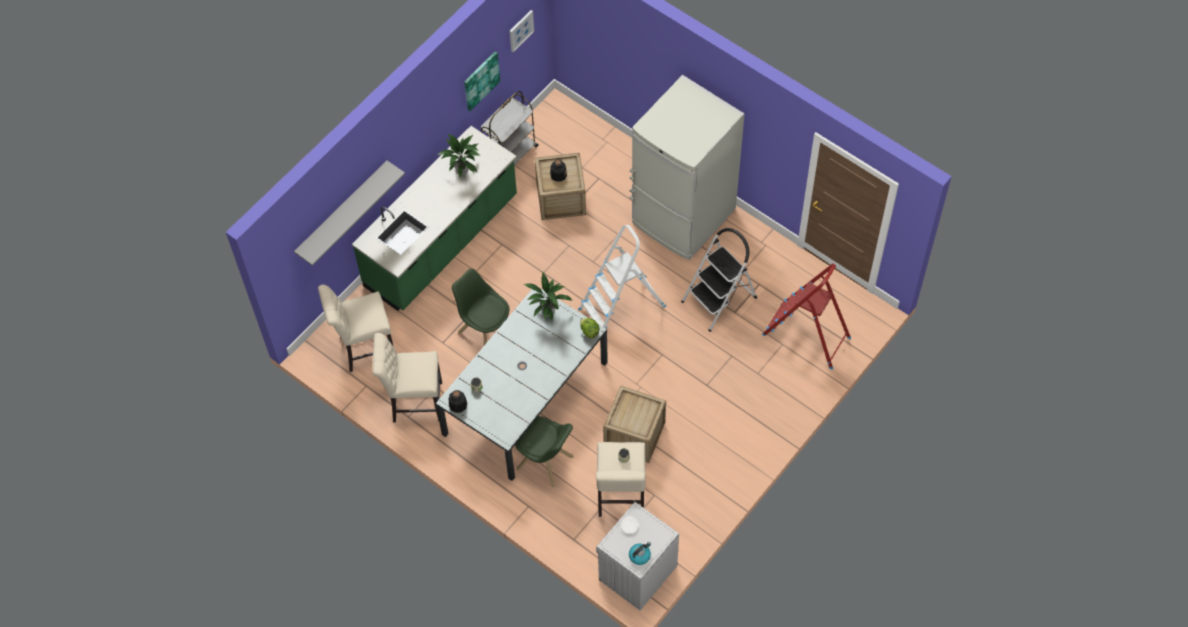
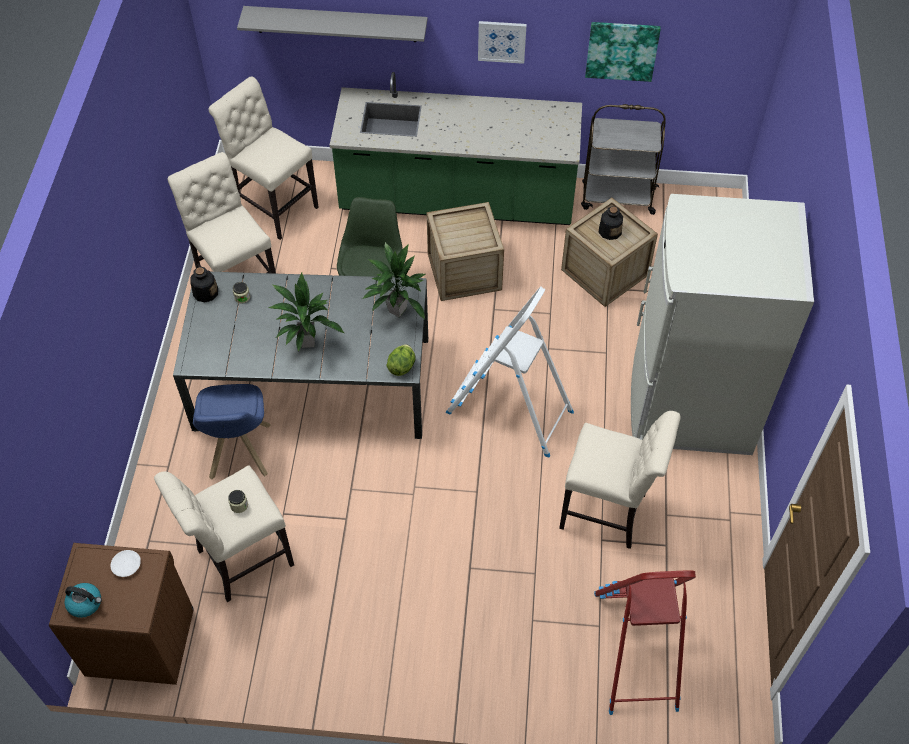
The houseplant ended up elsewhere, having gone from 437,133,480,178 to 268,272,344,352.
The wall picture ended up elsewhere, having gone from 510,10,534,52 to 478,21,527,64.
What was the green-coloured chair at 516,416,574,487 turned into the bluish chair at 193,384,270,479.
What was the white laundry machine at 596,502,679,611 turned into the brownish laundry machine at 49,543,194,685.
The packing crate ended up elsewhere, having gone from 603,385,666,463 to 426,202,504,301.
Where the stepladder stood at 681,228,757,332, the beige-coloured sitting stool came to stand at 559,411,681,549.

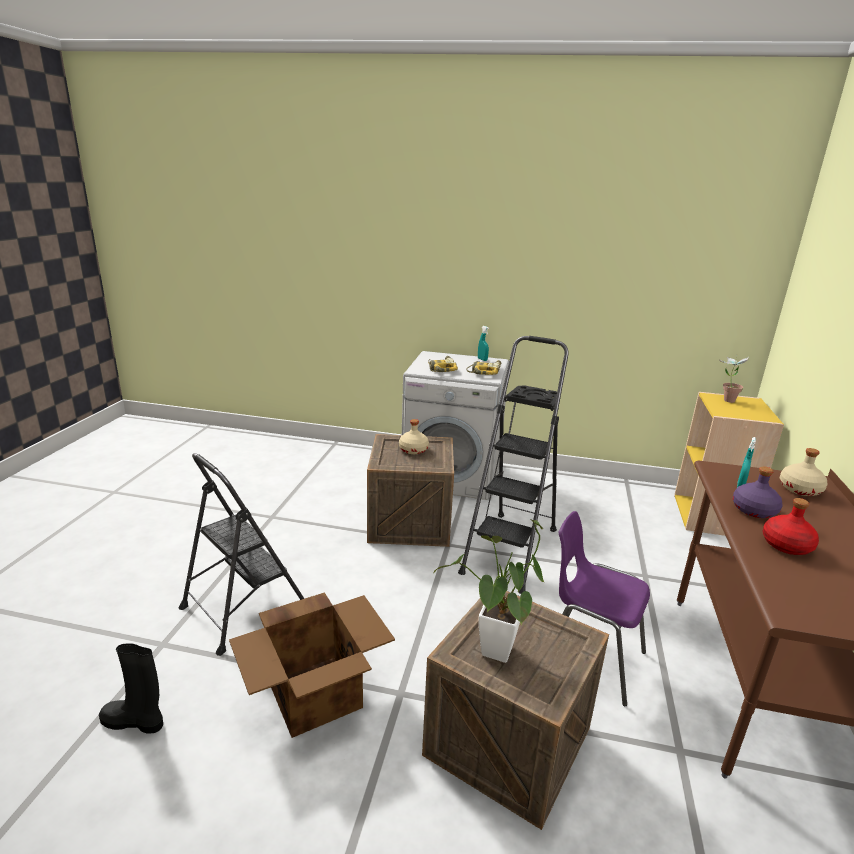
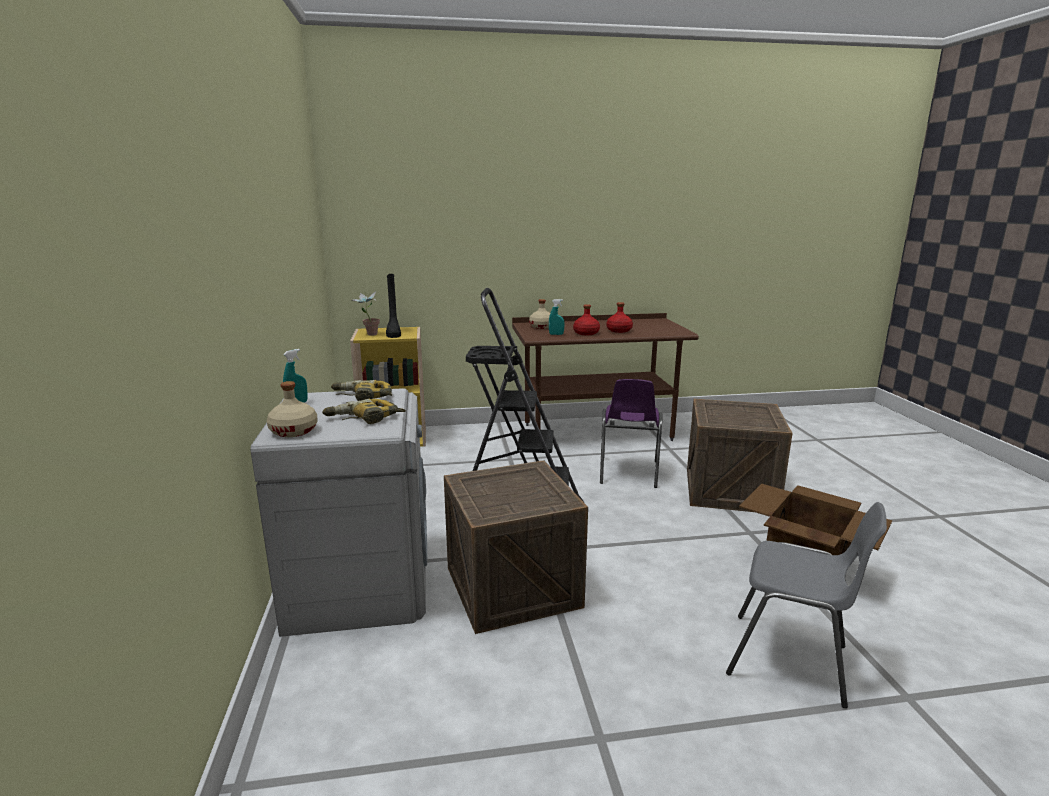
The black-coloured high-top boot ended up elsewhere, having gone from 99,643,163,734 to 386,274,401,338.
Where the black-coloured stepladder stood at 179,453,305,656, the gray chair came to stand at 726,502,887,708.
The beige-coloured beverage bottle ended up elsewhere, having gone from 399,419,429,454 to 267,381,318,437.
The second view lost the houseplant at 433,519,544,663.
What was the purplish beverage bottle at 733,467,783,518 turned into the red-coloured beverage bottle at 573,304,600,335.

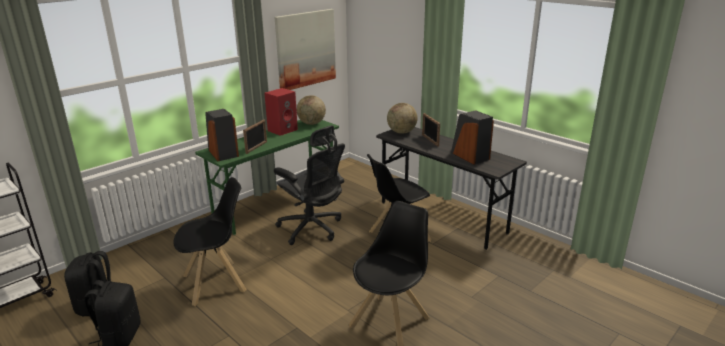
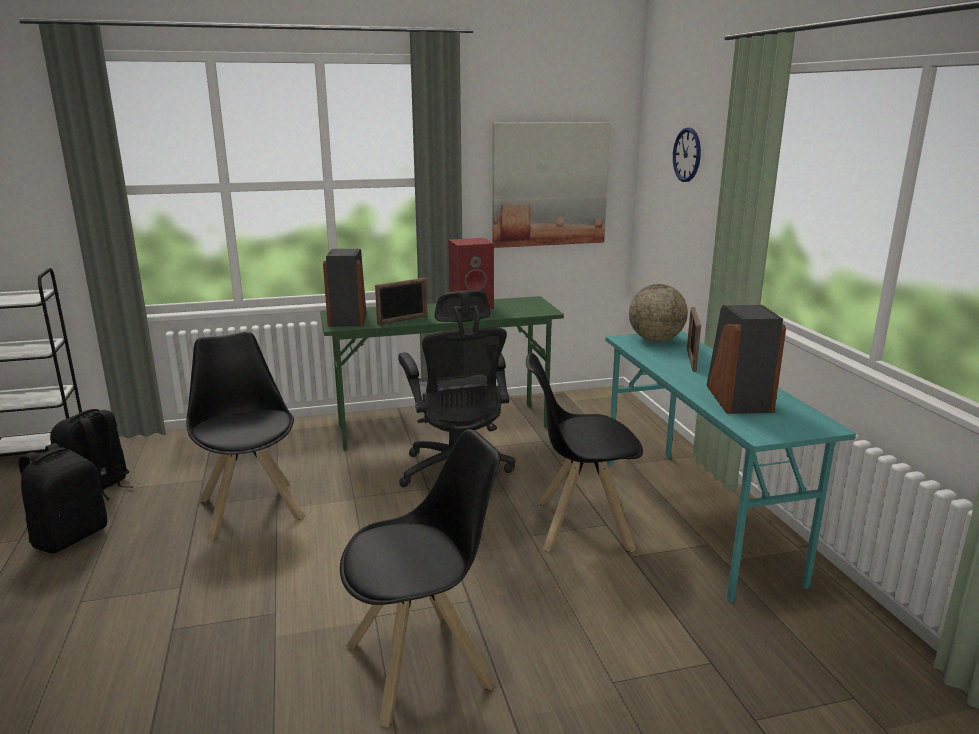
The black-coloured chair at 173,177,247,306 ended up facing another way, 120 degrees counterclockwise from before.
The second view lost the world globe at 297,95,326,125.
What was the gray desk at 376,127,527,250 turned into the turquoise desk at 605,331,856,602.
The second view gained the hanging clock at 673,127,701,182.

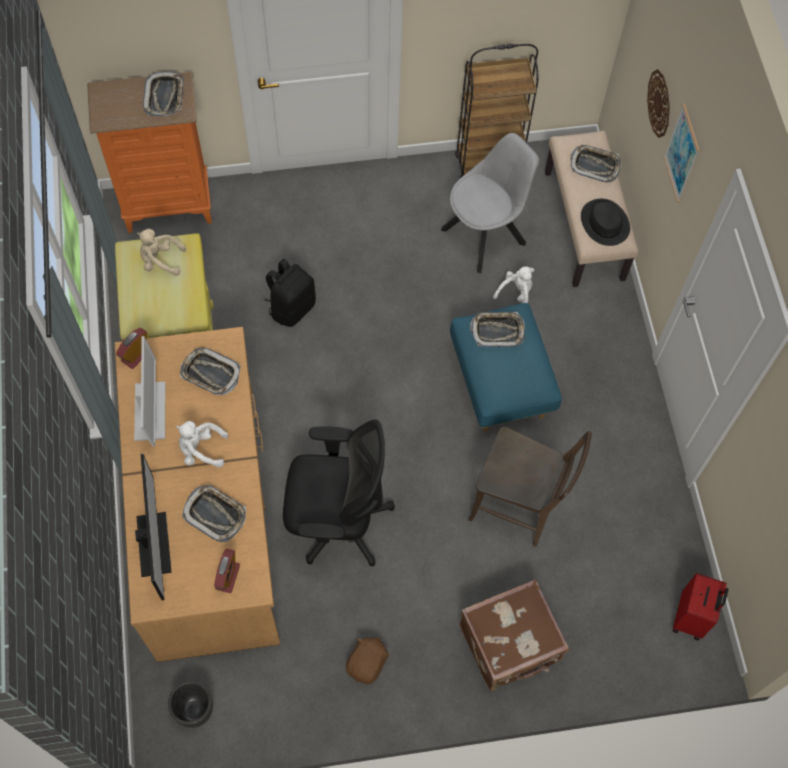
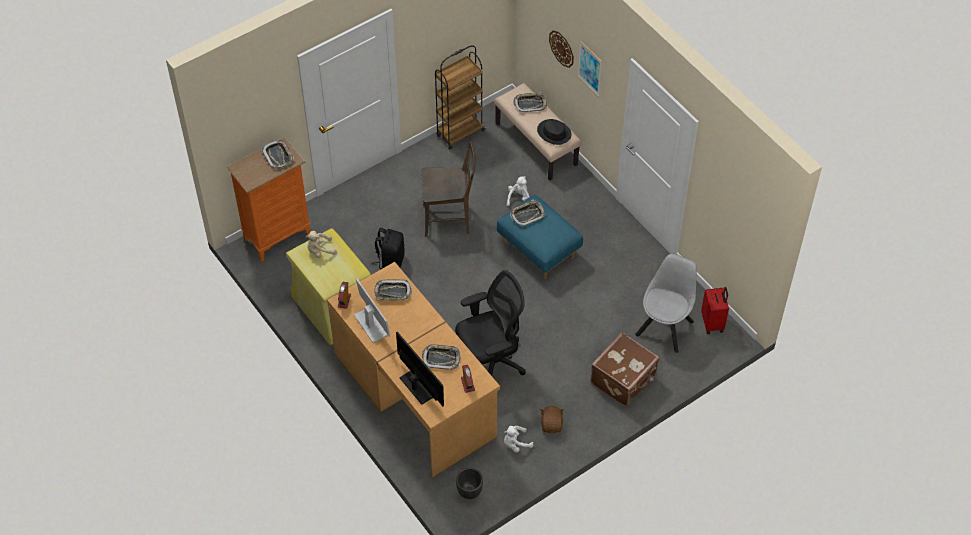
The white cuddly toy ended up elsewhere, having gone from 176,421,228,468 to 504,426,533,453.
The gray chair ended up elsewhere, having gone from 441,133,539,273 to 635,254,697,353.
The brownish chair ended up elsewhere, having gone from 468,427,592,547 to 421,141,476,236.

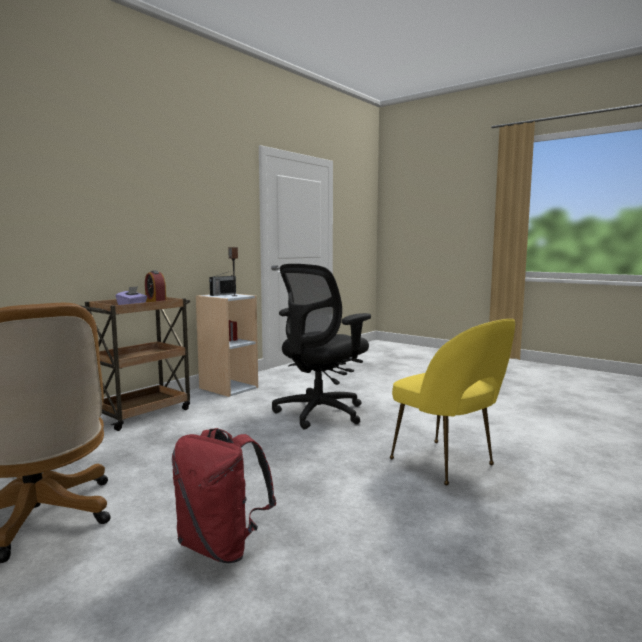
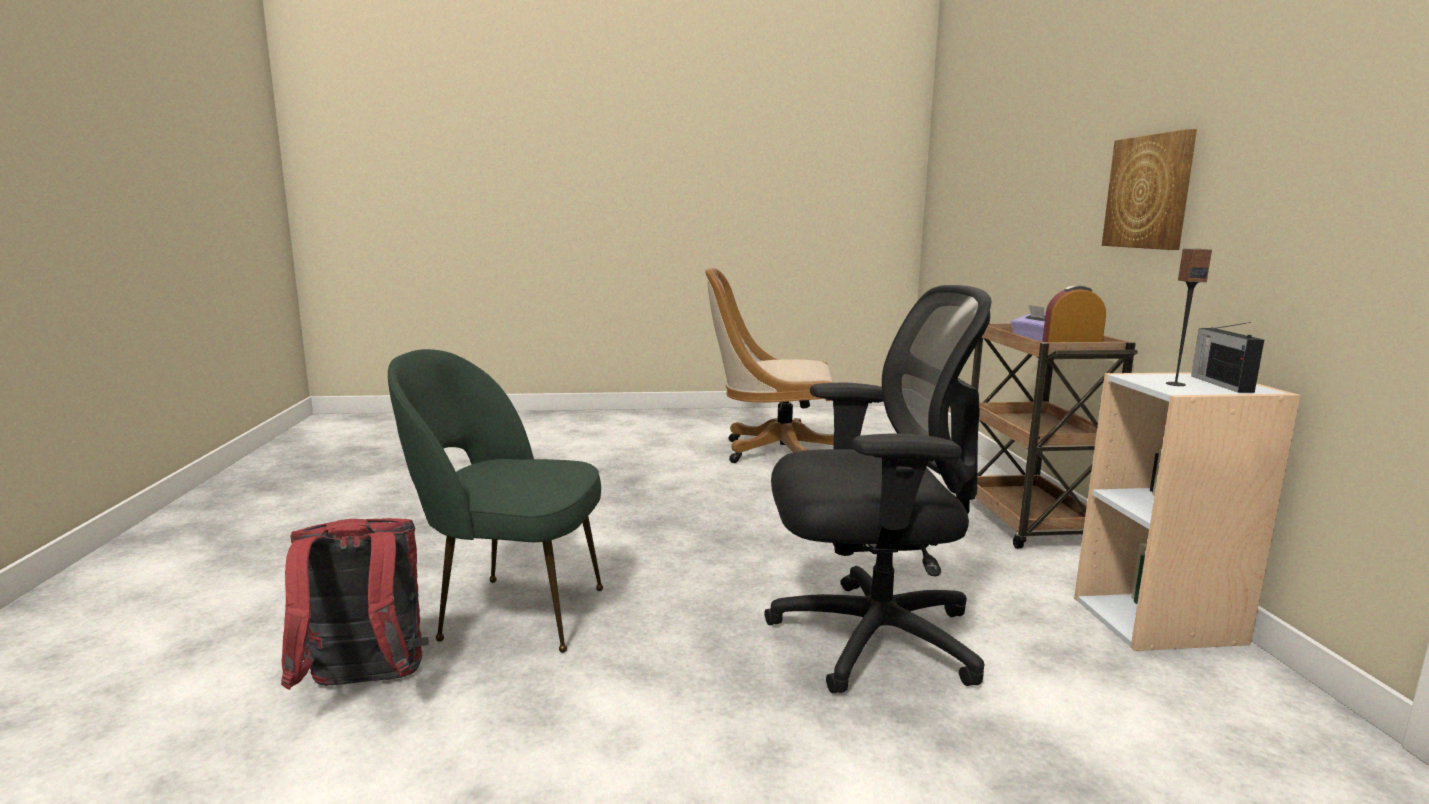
The red-coloured rucksack ended up elsewhere, having gone from 172,428,276,563 to 281,518,428,690.
The black-coloured computer chair at 272,264,371,430 ended up facing another way, 90 degrees clockwise from before.
What was the yellowish chair at 390,319,515,486 turned into the green-coloured chair at 388,349,603,653.
The second view gained the wall picture at 1102,129,1197,250.

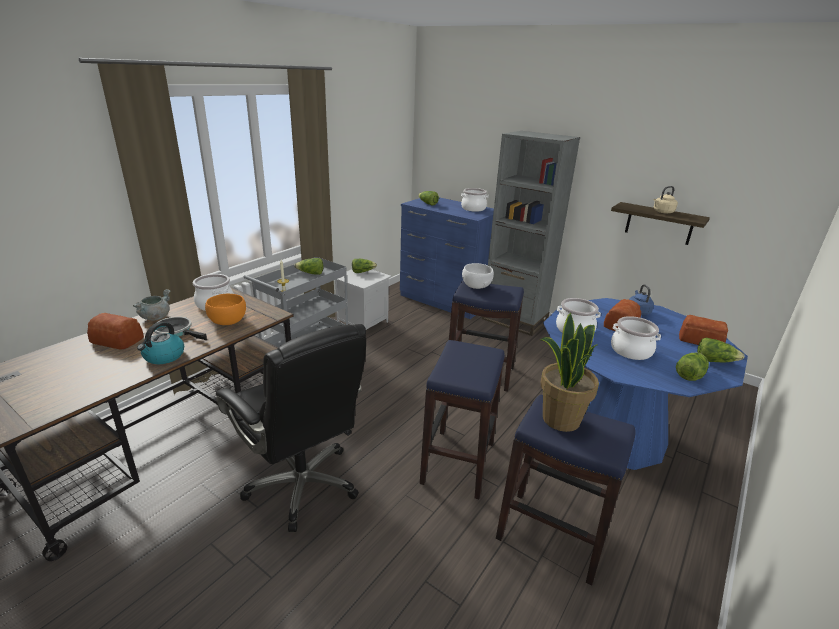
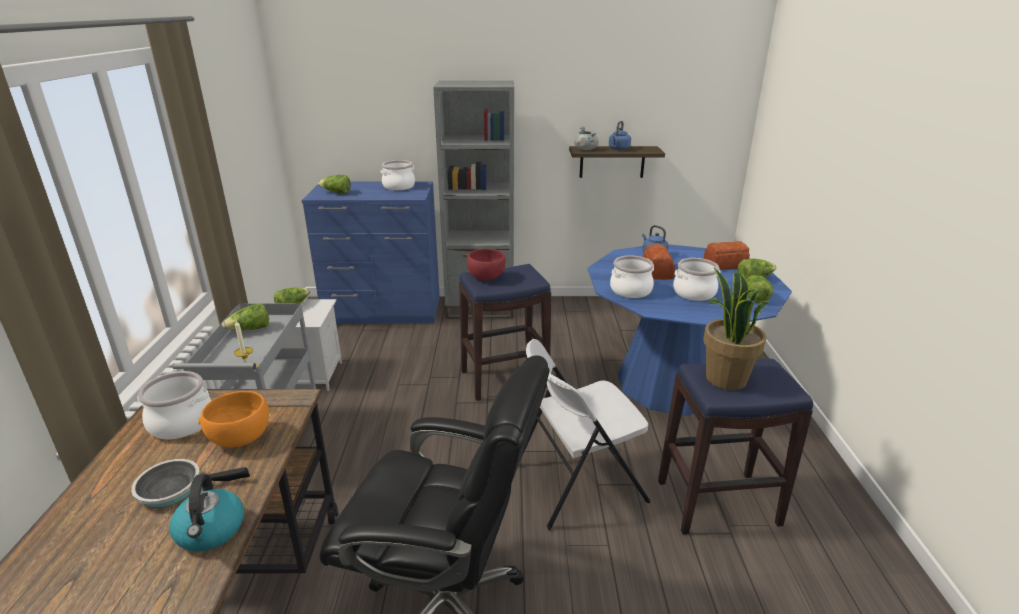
The second view lost the baked bread at 87,313,144,349.
The gray stockpot ended up elsewhere, having gone from 133,289,171,320 to 574,126,598,150.
Where the sitting stool stood at 420,340,505,499, the white chair came to stand at 518,339,650,531.
What was the white bowl at 462,263,494,289 turned into the red-coloured bowl at 467,249,506,281.
What was the beige-coloured water kettle at 654,186,678,214 turned into the bluish water kettle at 609,121,631,150.

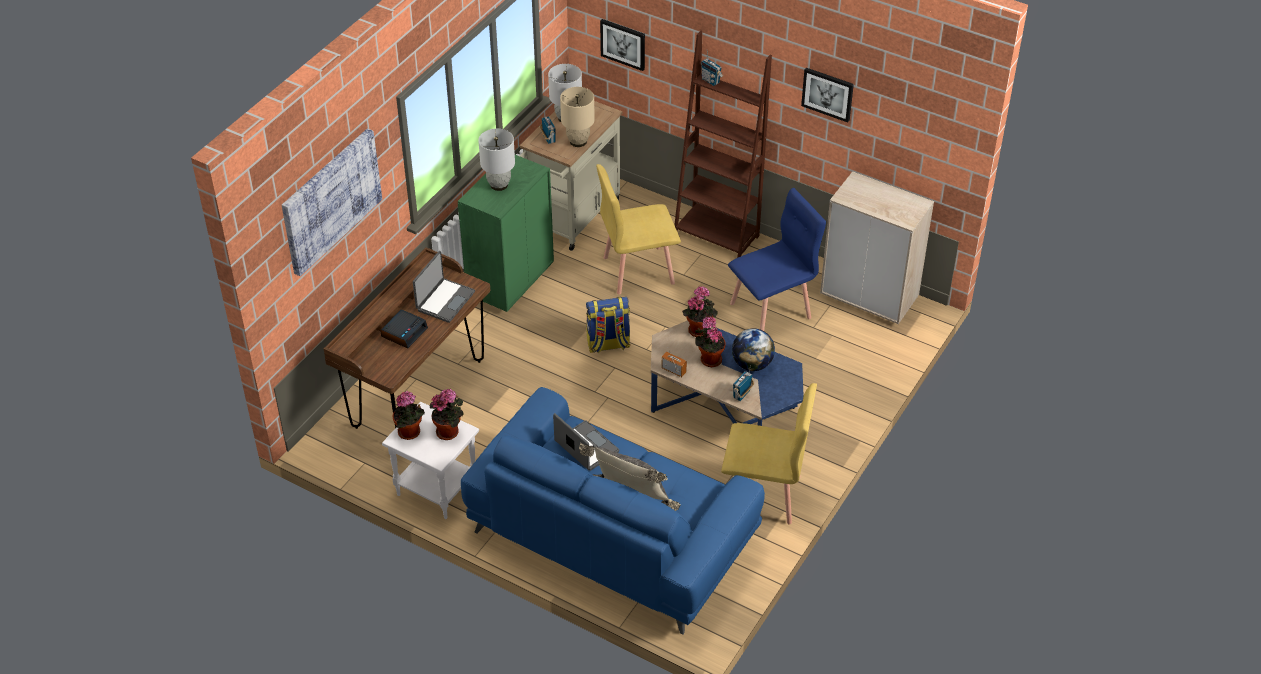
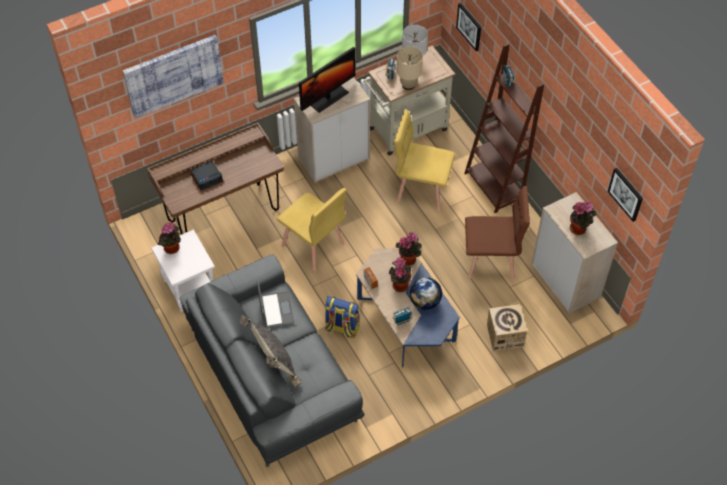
The second view lost the portable computer at 413,251,475,323.
The houseplant ended up elsewhere, having gone from 430,389,464,440 to 570,201,596,235.
What was the green-coloured cupboard at 458,155,554,312 turned into the beige-coloured cupboard at 294,77,370,183.
What was the bluish sofa at 461,387,765,635 turned into the gray sofa at 180,255,365,467.
Where the white table lamp stood at 478,129,515,191, the computer screen came to stand at 299,47,355,113.
The rucksack ended up elsewhere, having gone from 586,297,631,353 to 325,296,360,338.
The yellowish chair ended up elsewhere, having gone from 721,383,817,525 to 277,188,347,271.
What was the bluish chair at 728,188,826,331 turned into the brownish chair at 465,186,530,280.
The wall picture ended up elsewhere, having gone from 801,68,854,122 to 608,168,643,222.
The second view gained the packing box at 487,304,527,351.

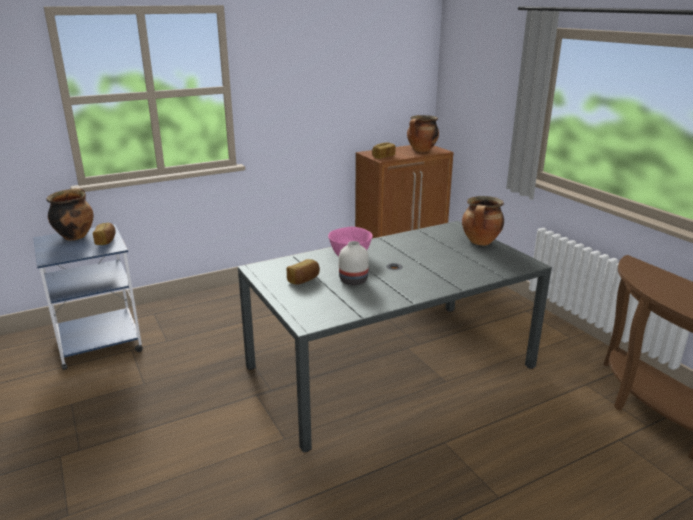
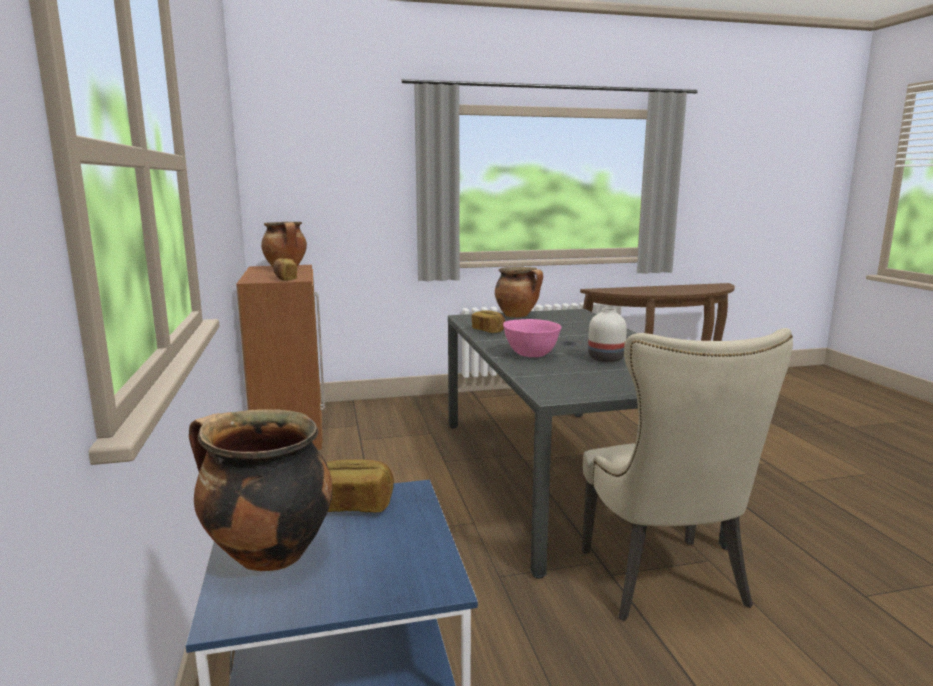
The baked bread ended up elsewhere, having gone from 287,259,320,285 to 472,310,505,333.
The second view gained the beige-coloured chair at 582,328,793,621.

